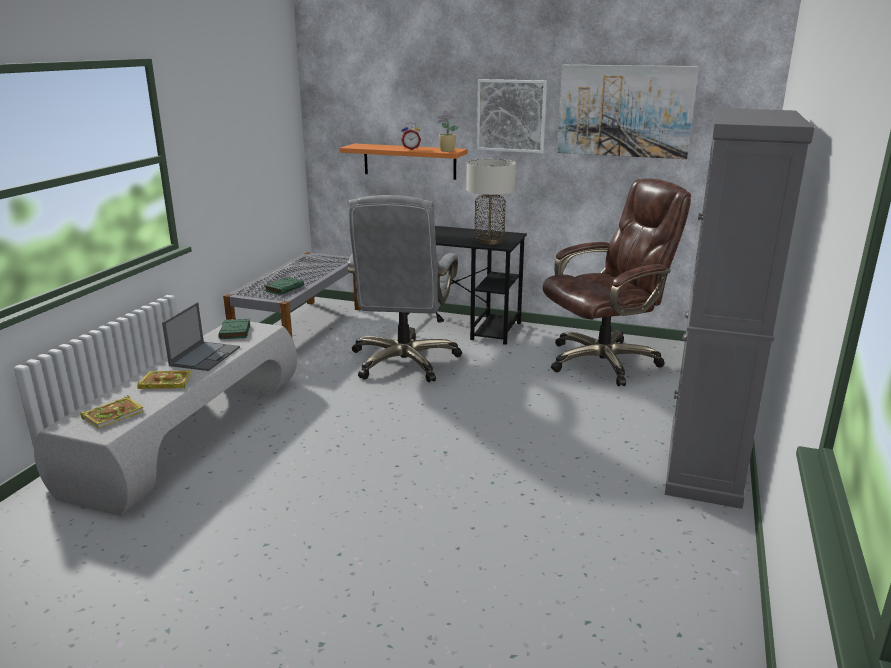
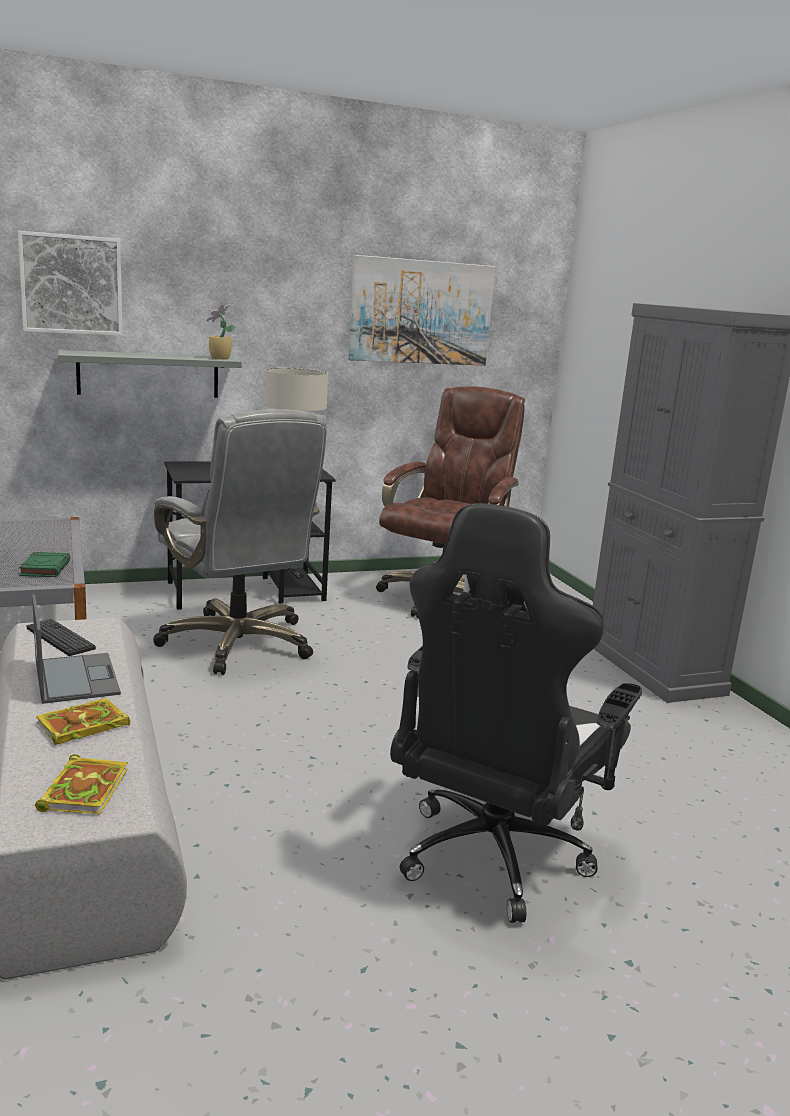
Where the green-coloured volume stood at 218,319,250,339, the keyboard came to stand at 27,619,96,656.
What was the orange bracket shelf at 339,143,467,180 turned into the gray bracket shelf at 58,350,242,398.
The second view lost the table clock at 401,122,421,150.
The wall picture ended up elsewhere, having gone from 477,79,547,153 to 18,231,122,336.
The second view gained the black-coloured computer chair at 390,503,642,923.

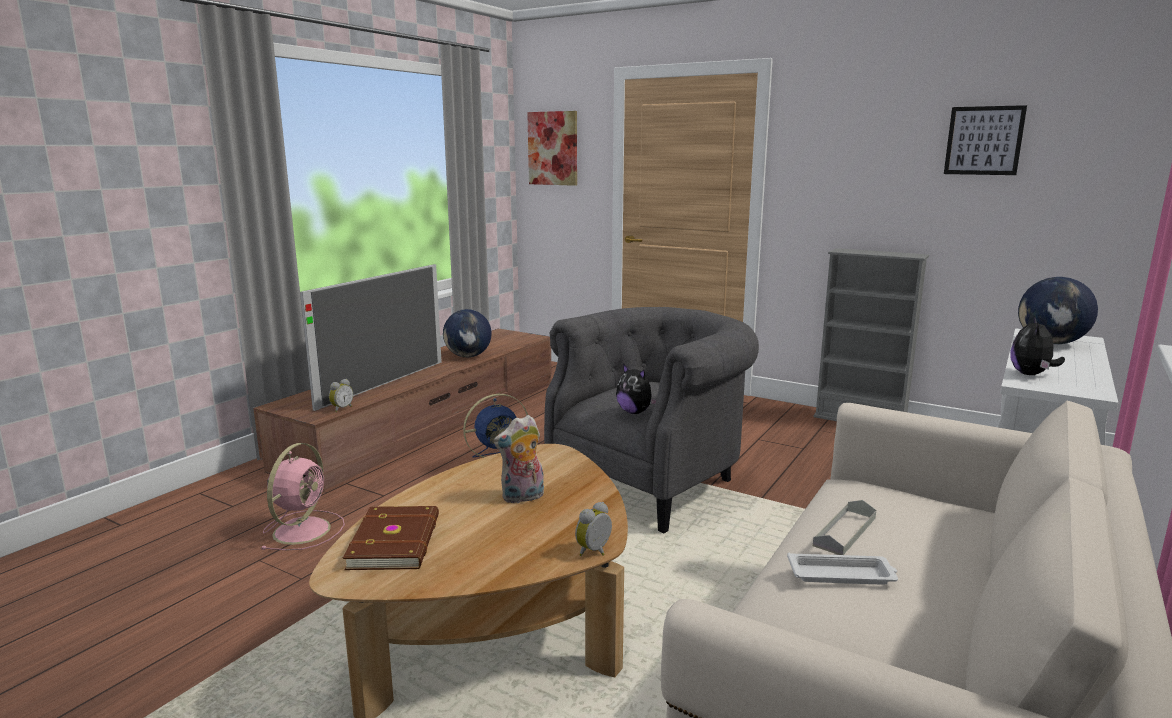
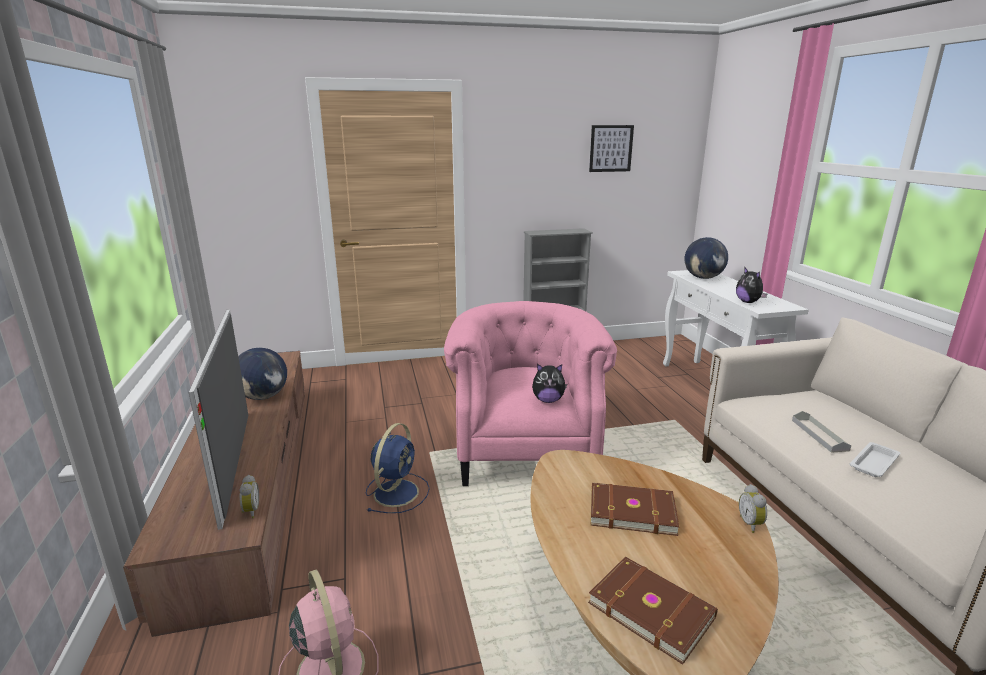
Where the cuddly toy stood at 493,415,544,503, the brownish volume came to stand at 590,483,679,536.
The second view lost the wall picture at 527,111,577,186.
What was the gray armchair at 544,307,759,533 turned into the pink-coloured armchair at 444,301,617,486.

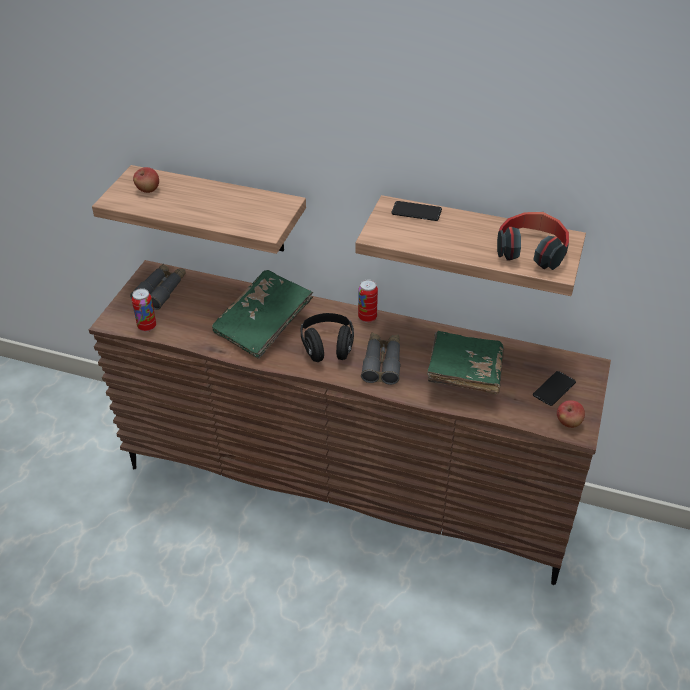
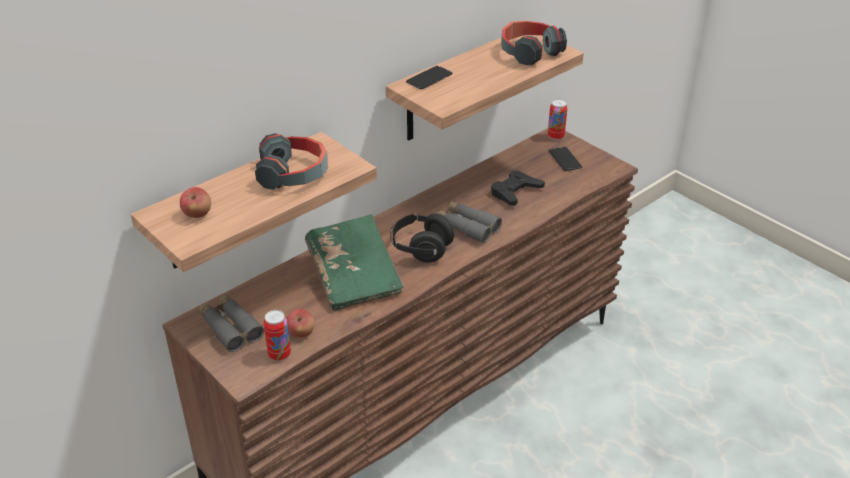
The sealed can ended up elsewhere, having gone from 358,280,378,323 to 548,99,567,140.
Where the green-coloured volume stood at 427,331,504,394, the black-coloured gamepad came to stand at 491,170,545,206.
The apple fruit ended up elsewhere, having gone from 557,400,585,428 to 287,309,315,338.
The second view gained the headphones at 255,133,328,190.

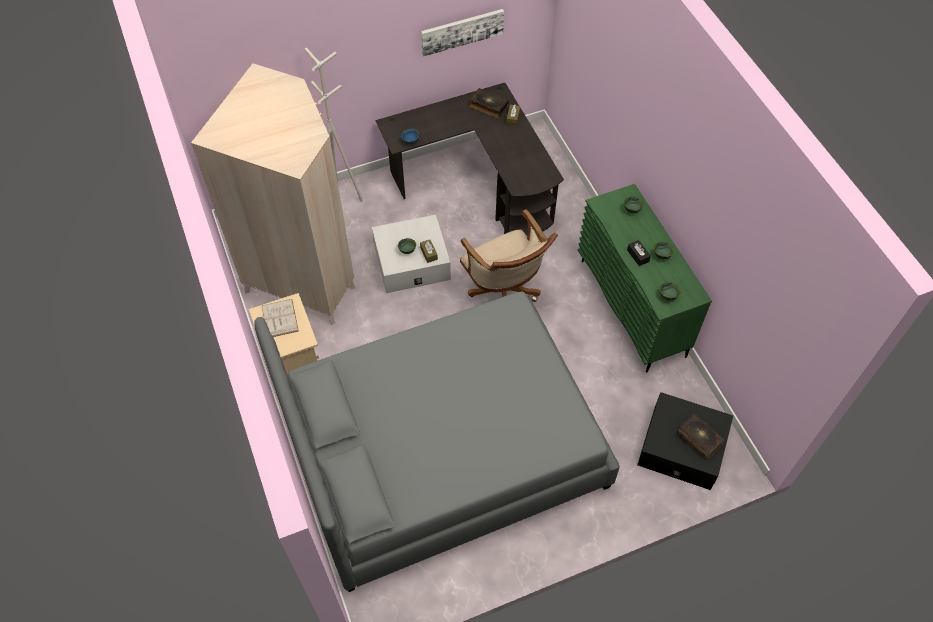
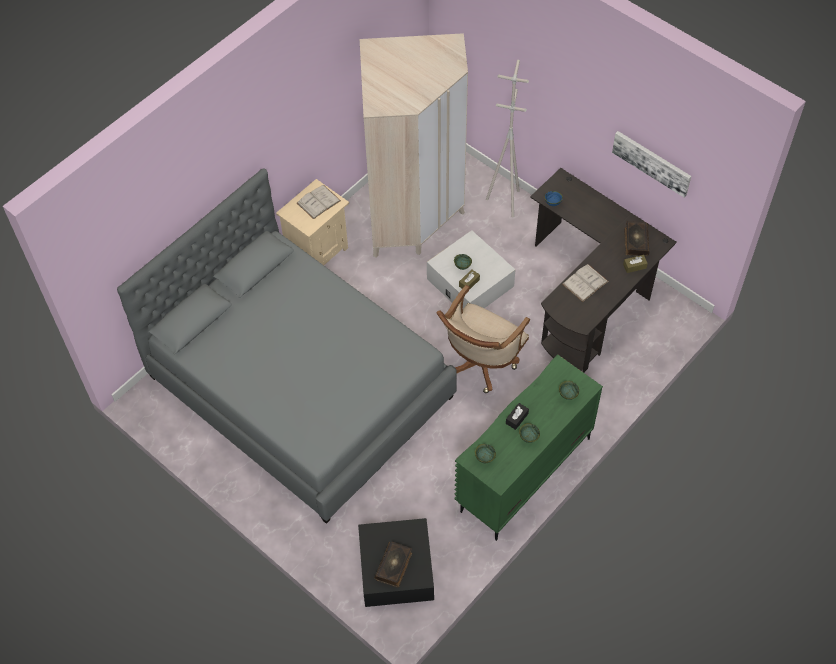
The second view gained the white volume at 562,264,609,302.

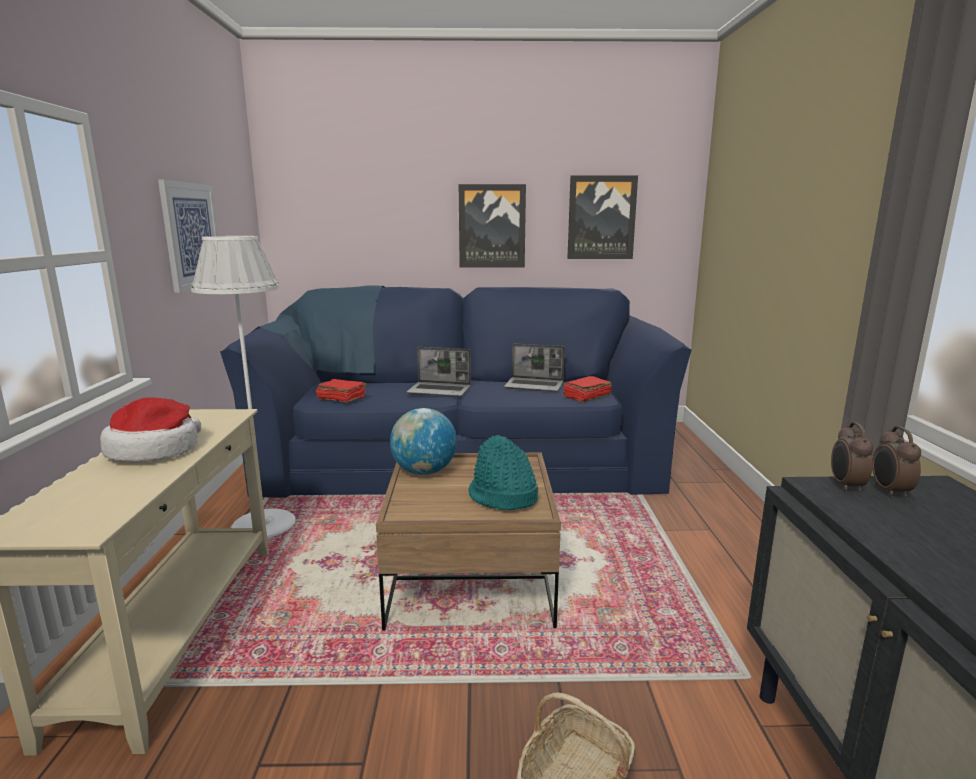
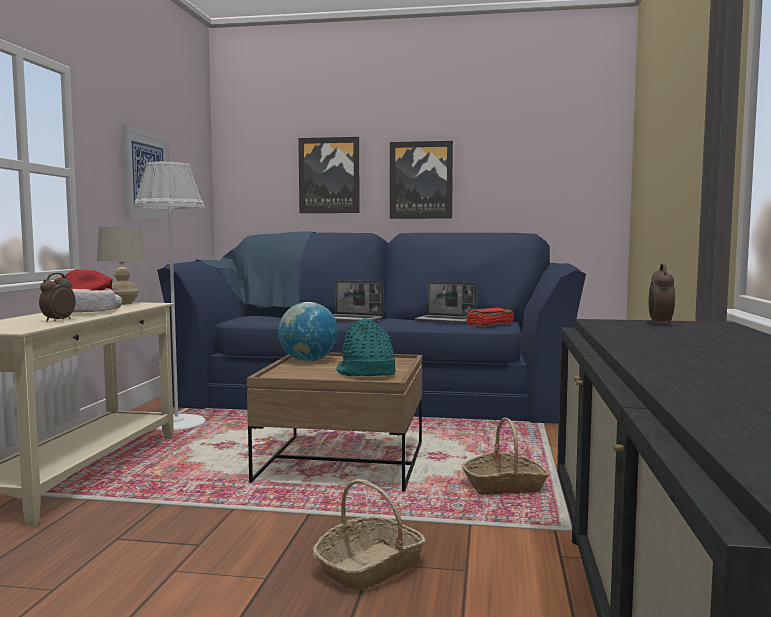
The second view lost the red-coloured volume at 316,379,367,403.
The wall picture ended up elsewhere, having gone from 567,175,638,259 to 298,137,360,213.
The table clock ended up elsewhere, having gone from 831,422,873,493 to 39,273,76,322.
The second view gained the beige-coloured table lamp at 97,227,146,305.
The second view gained the basket at 462,417,550,495.

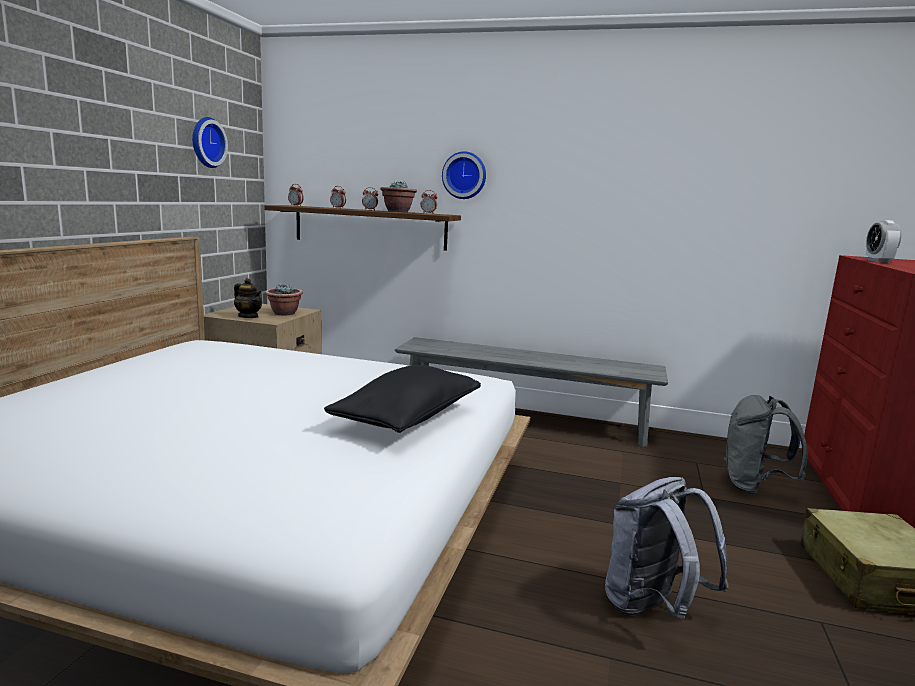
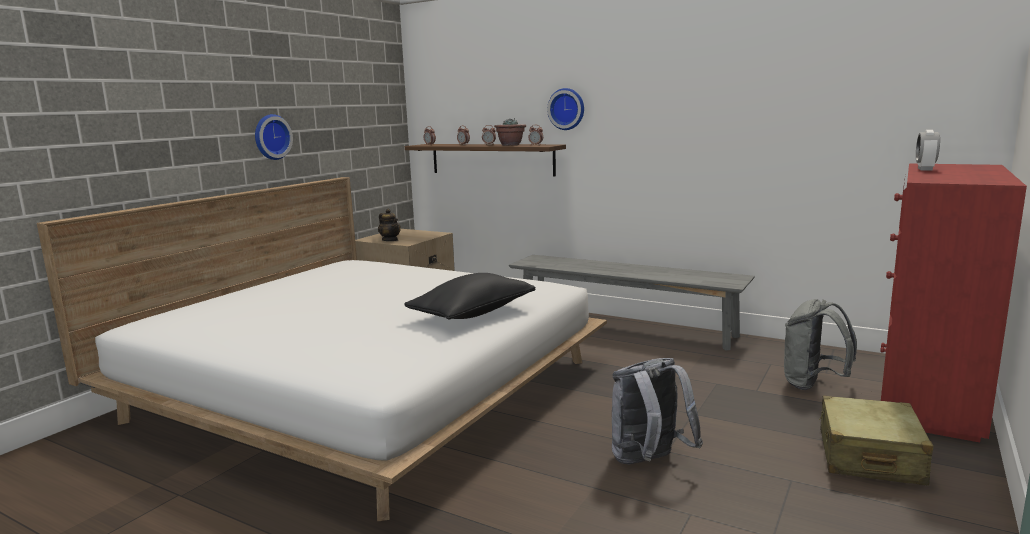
The hanging clock ended up elsewhere, having gone from 192,117,228,168 to 255,114,293,160.
The second view lost the houseplant at 265,284,303,315.

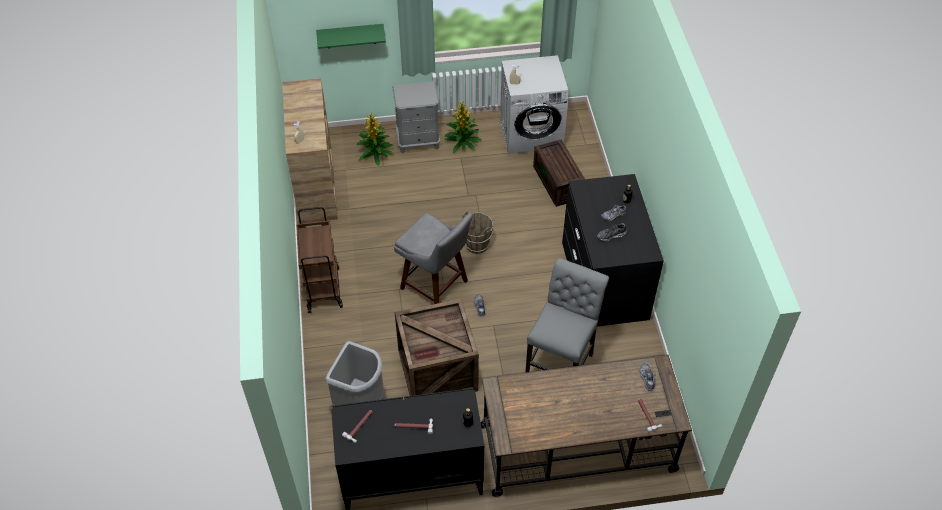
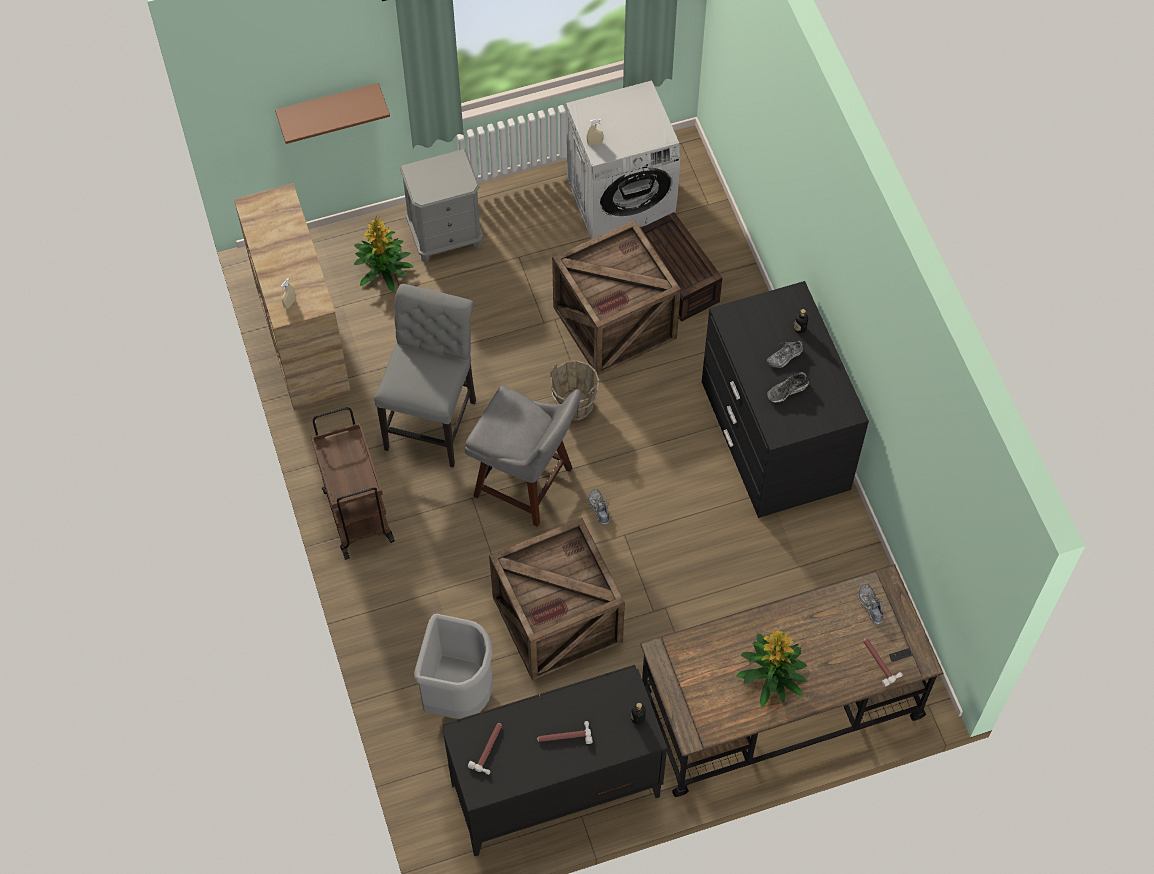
What was the green-coloured bracket shelf at 316,24,386,49 turned into the brownish bracket shelf at 275,83,390,144.
The houseplant ended up elsewhere, having gone from 444,101,482,153 to 736,630,807,707.
The gray sitting stool ended up elsewhere, having gone from 525,258,609,373 to 374,284,476,468.
The second view gained the packing crate at 552,220,681,375.

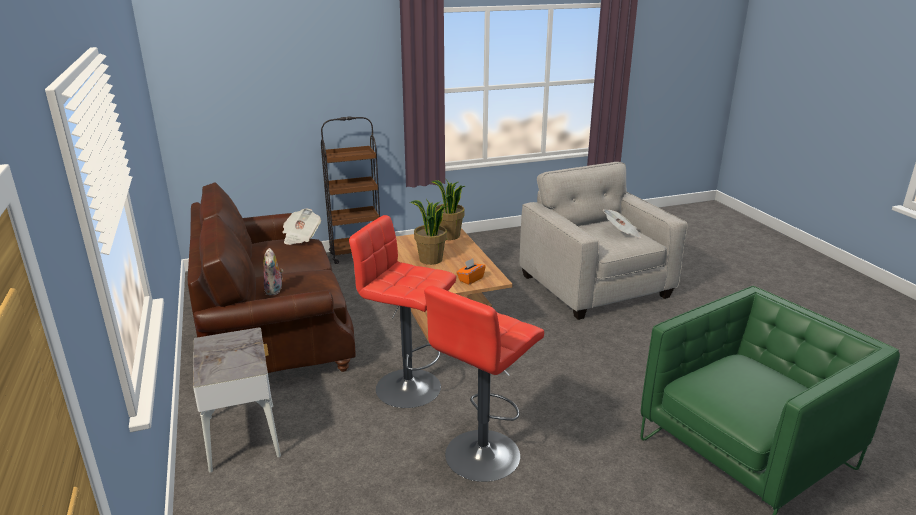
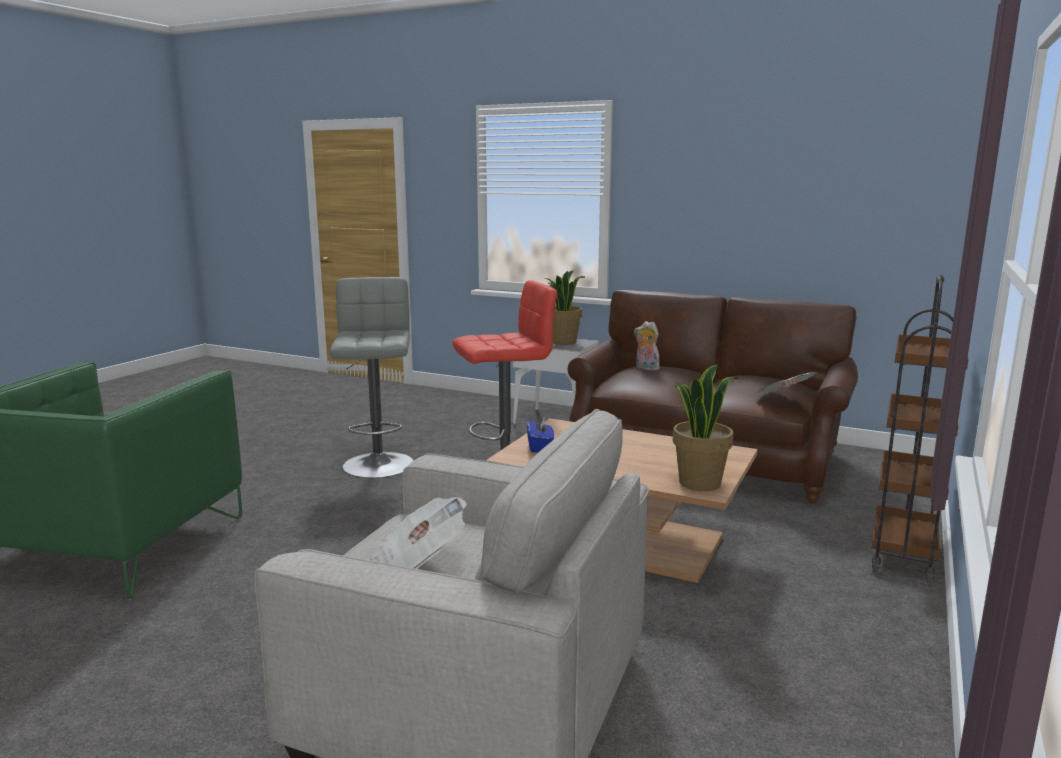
The houseplant ended up elsewhere, having gone from 410,199,449,265 to 545,270,585,345.
What was the red-coloured sitting stool at 424,286,544,482 turned into the gray sitting stool at 330,277,413,478.
What was the orange tissue box at 456,259,486,285 turned into the bluish tissue box at 527,418,554,453.

